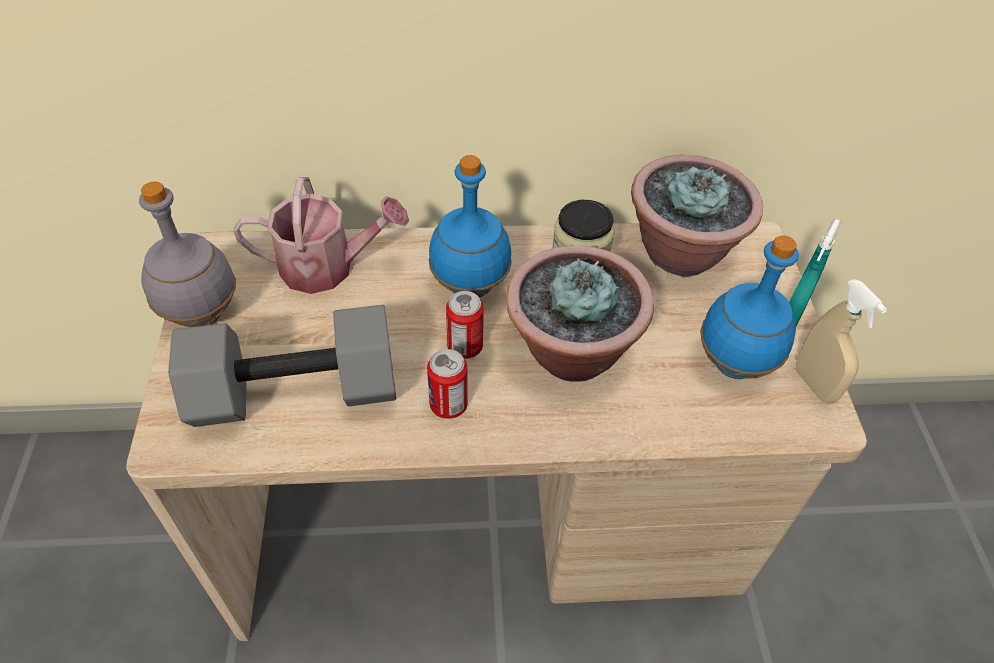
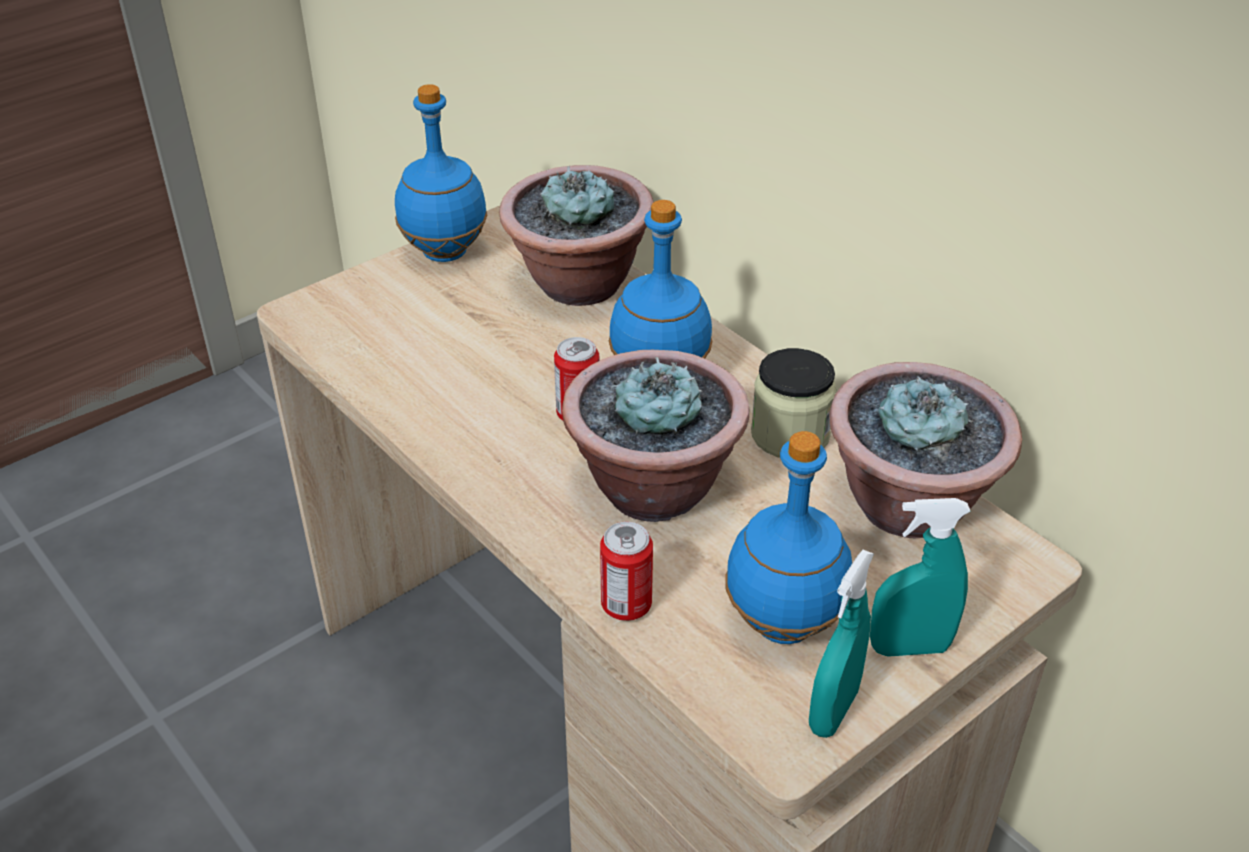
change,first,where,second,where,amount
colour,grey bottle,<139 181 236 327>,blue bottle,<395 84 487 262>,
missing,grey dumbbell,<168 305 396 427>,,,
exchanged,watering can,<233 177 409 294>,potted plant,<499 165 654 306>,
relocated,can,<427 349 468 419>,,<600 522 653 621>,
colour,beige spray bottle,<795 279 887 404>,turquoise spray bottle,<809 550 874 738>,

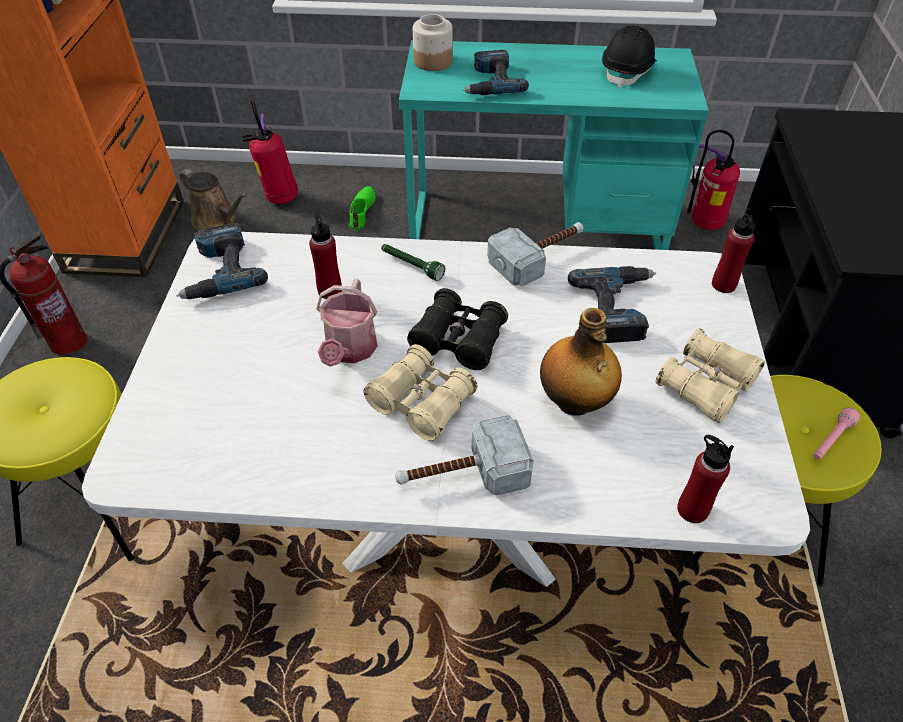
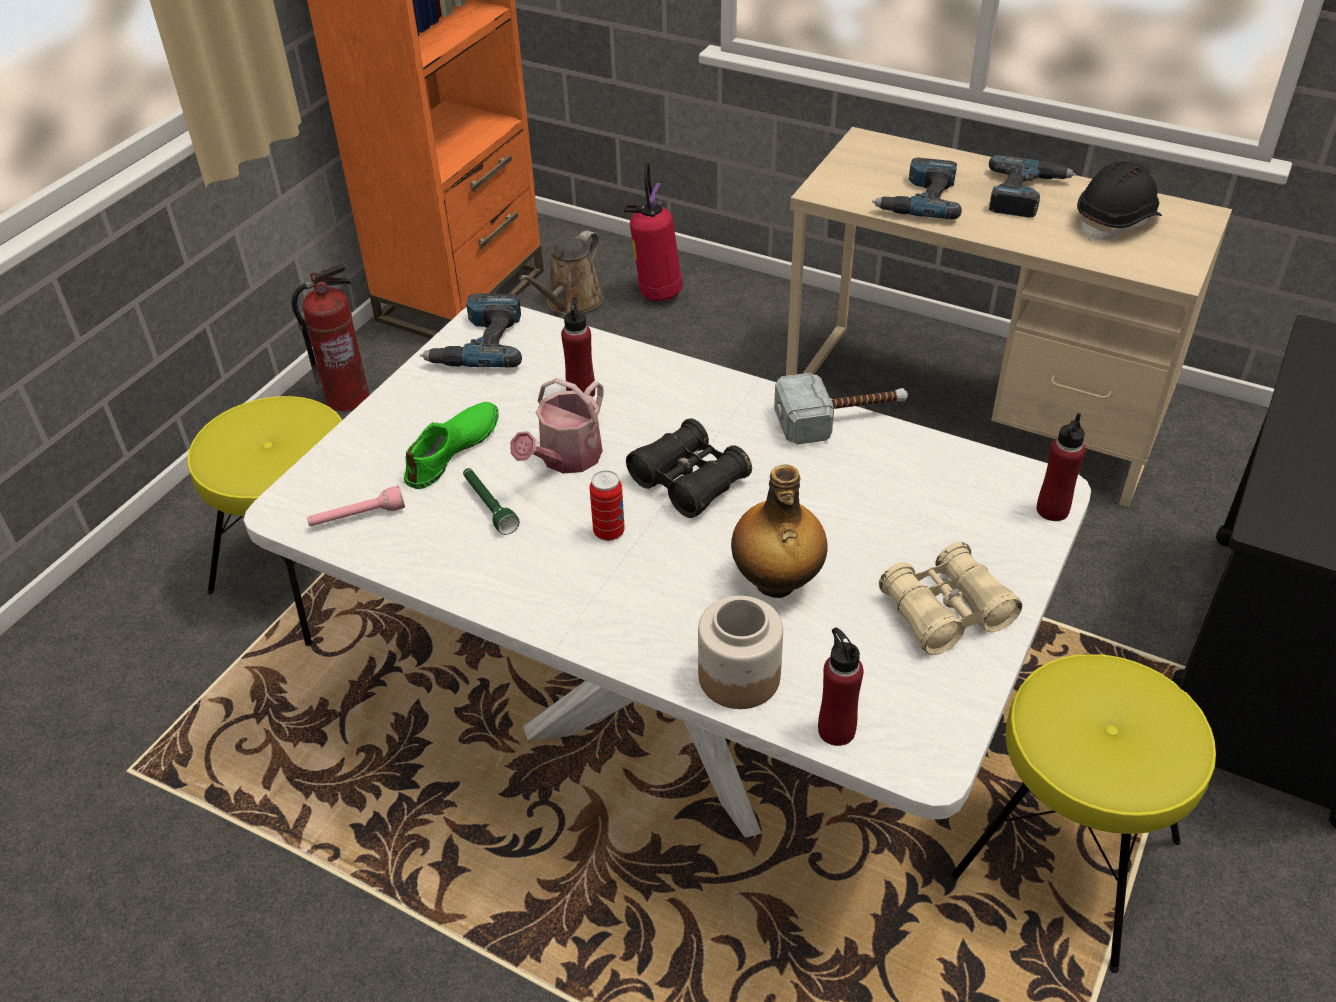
change,first,where,second,where,amount
spun,brown watering can,<179 169 247 231>,,<519 231 604 315>,60 degrees clockwise
relocated,green shoe,<349 186 376 230>,,<404 402 499 489>,
exchanged,beige binoculars,<363 344 478 441>,can,<590 470 625 541>,
relocated,green flashlight,<381 244 445 281>,,<463 468 520 535>,
missing,hammer,<395 415 534 496>,,,
colour,turquoise desk,<399 40 709 250>,beige desk,<786 127 1232 507>,
relocated,jar,<413 14 453 71>,,<698 596 783 709>,
relocated,power drill,<568 266 656 343>,,<989 155 1076 218>,
missing,fire extinguisher,<687 129 740 230>,,,
relocated,pink flashlight,<813 407 860 460>,,<307 486 405 526>,

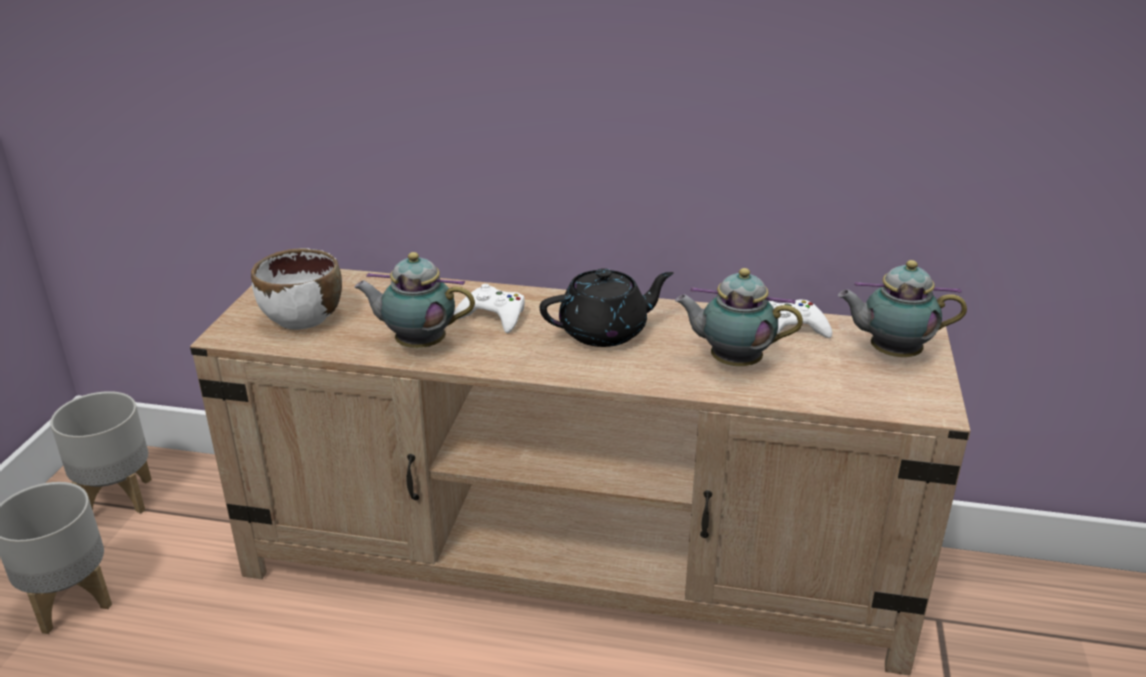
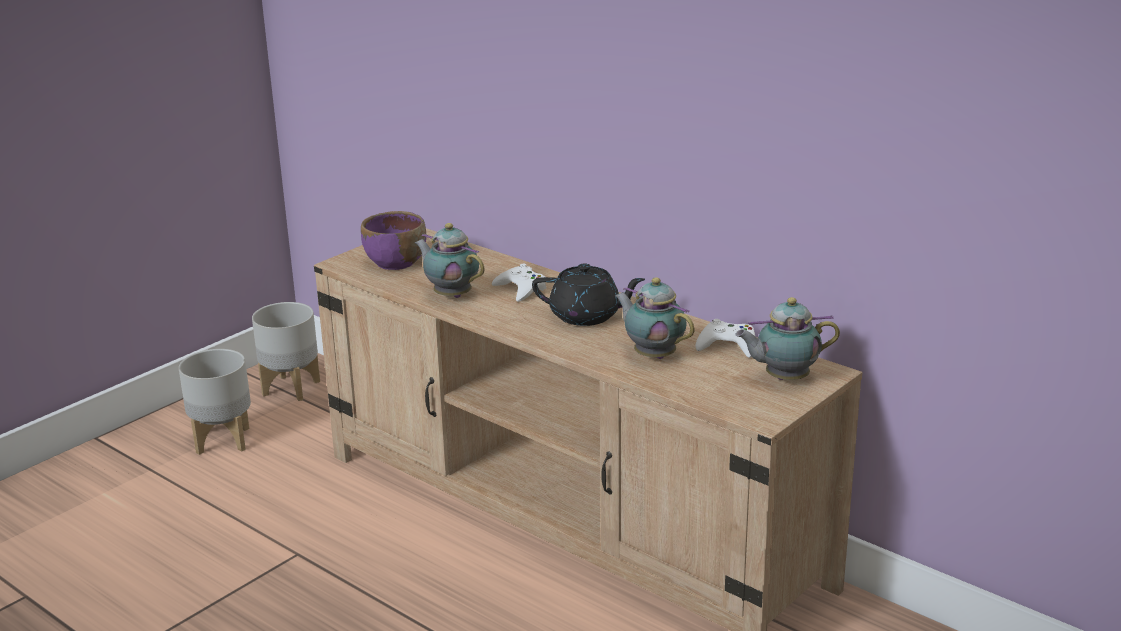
change,first,where,second,where,amount
colour,white bowl,<251 248 342 330>,purple bowl,<361 211 427 270>,
spun,teapot,<838 260 967 357>,,<735 297 840 380>,45 degrees counterclockwise

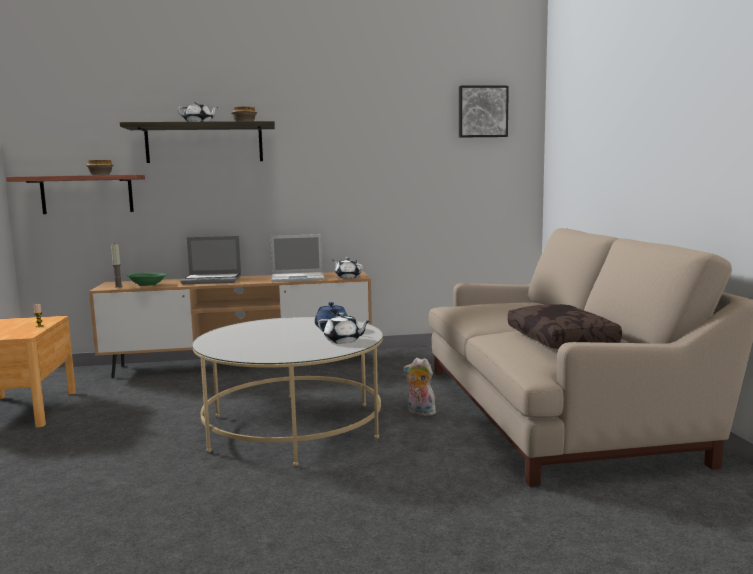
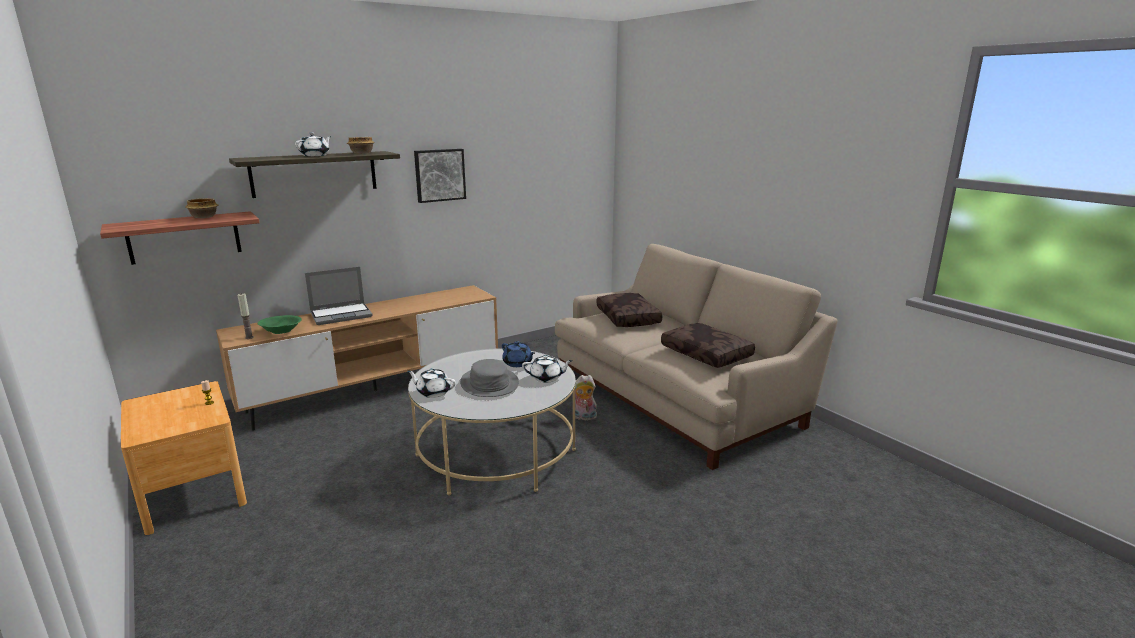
change,first,where,second,where,amount
missing,laptop,<271 234 325 282>,,,
relocated,white teapot,<333 257 363 278>,,<408 368 456 398>,
relocated,picture,<459 86 509 138>,,<414 149 466 203>,
appeared,,,grey hat,<460 359 519 397>,
appeared,,,brown pillow,<597 293 662 327>,

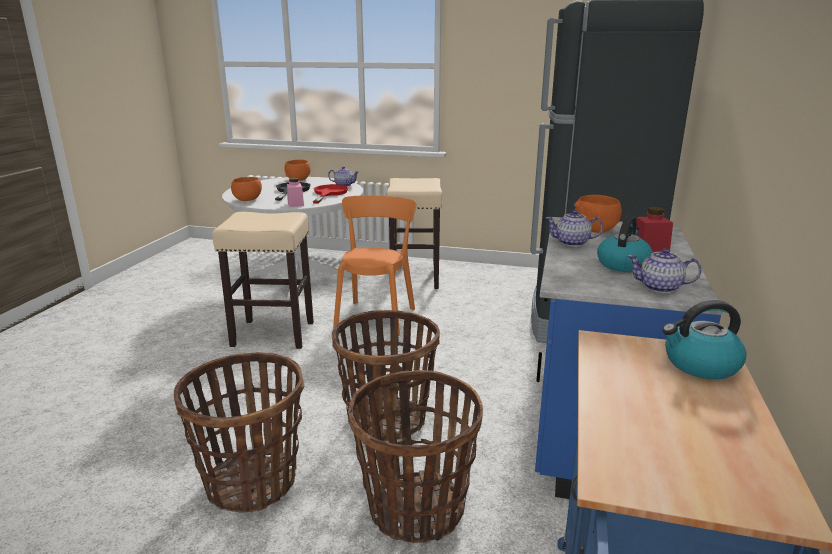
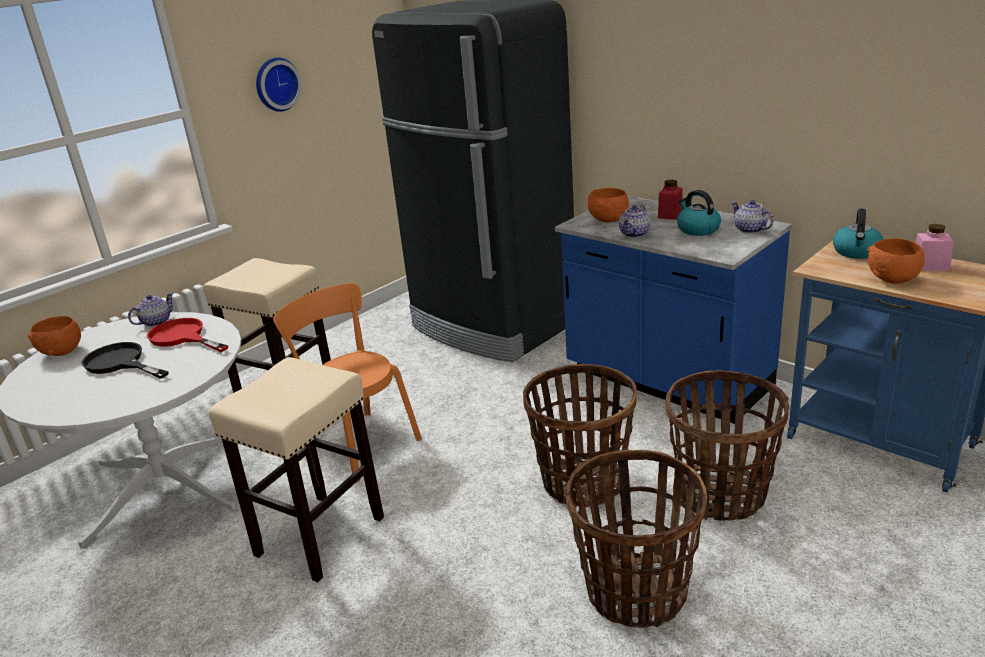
change,first,where,second,where,amount
relocated,orange bowl,<231 177 262 201>,,<867 238 925 284>,
relocated,pink jar,<287 178 304 207>,,<915 224 954 271>,
spun,teapot,<628 248 702 293>,,<731 200 774 234>,105 degrees clockwise
appeared,,,wall clock,<256 58 302 112>,

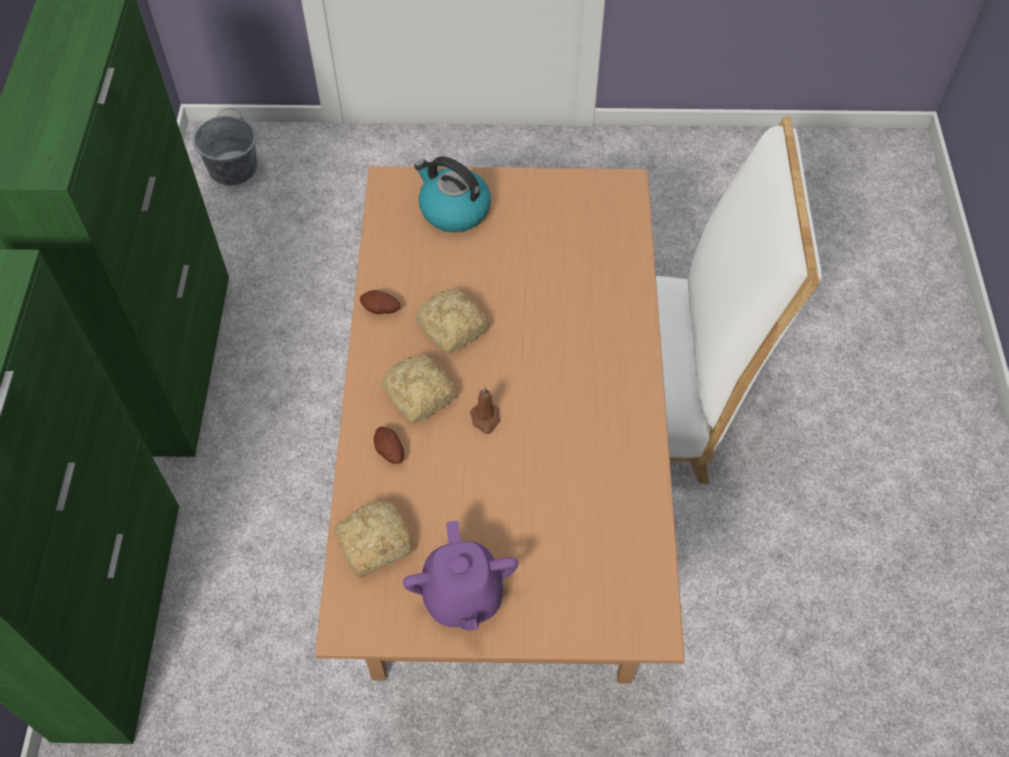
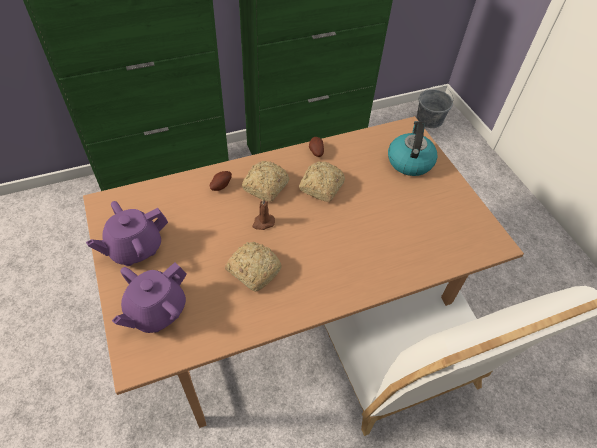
change,first,where,second,where,amount
relocated,bread,<334 501 414 578>,,<225 242 282 292>,
appeared,,,purple teapot,<112 262 187 333>,

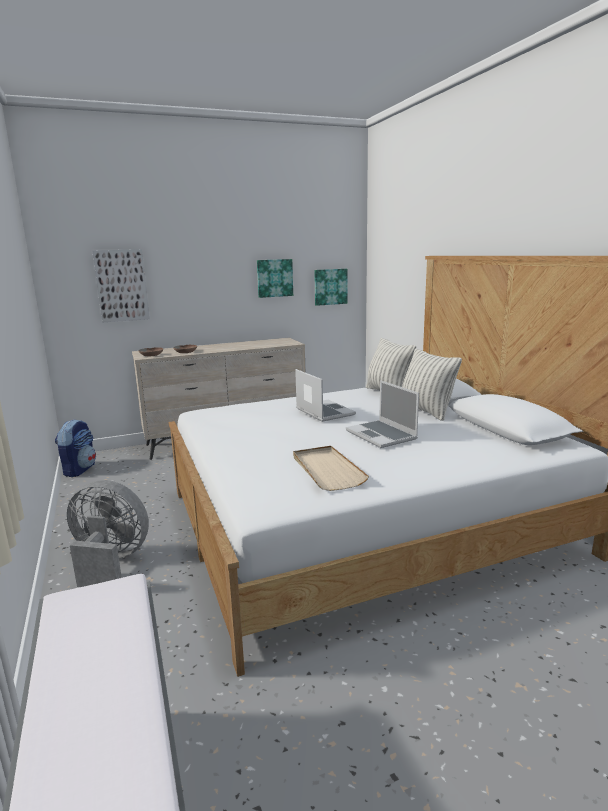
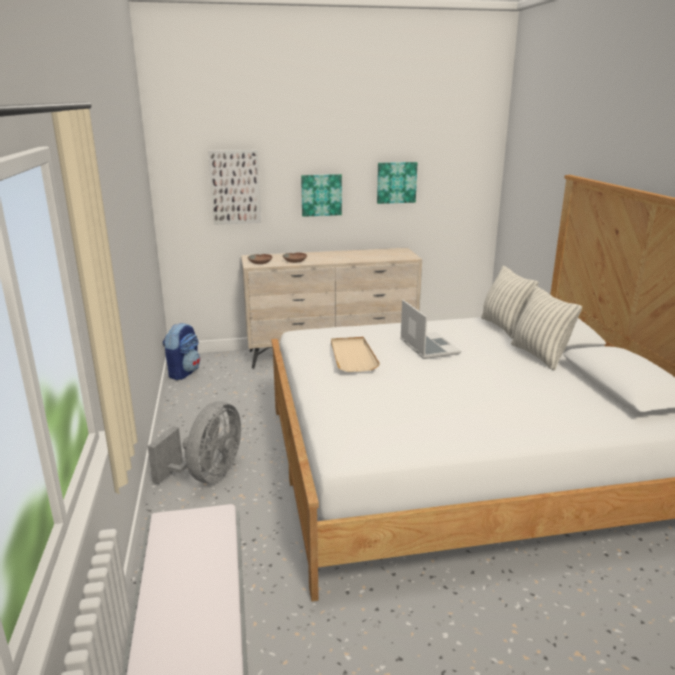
change,first,where,second,where,amount
spun,grey fan,<67 480 149 587>,,<147 401 241 484>,90 degrees clockwise
relocated,beige tray,<293 446 369 491>,,<331 337 380 372>,
relocated,picture,<314 269 348 306>,,<301 174 342 217>,
missing,laptop,<346 380 419 448>,,,

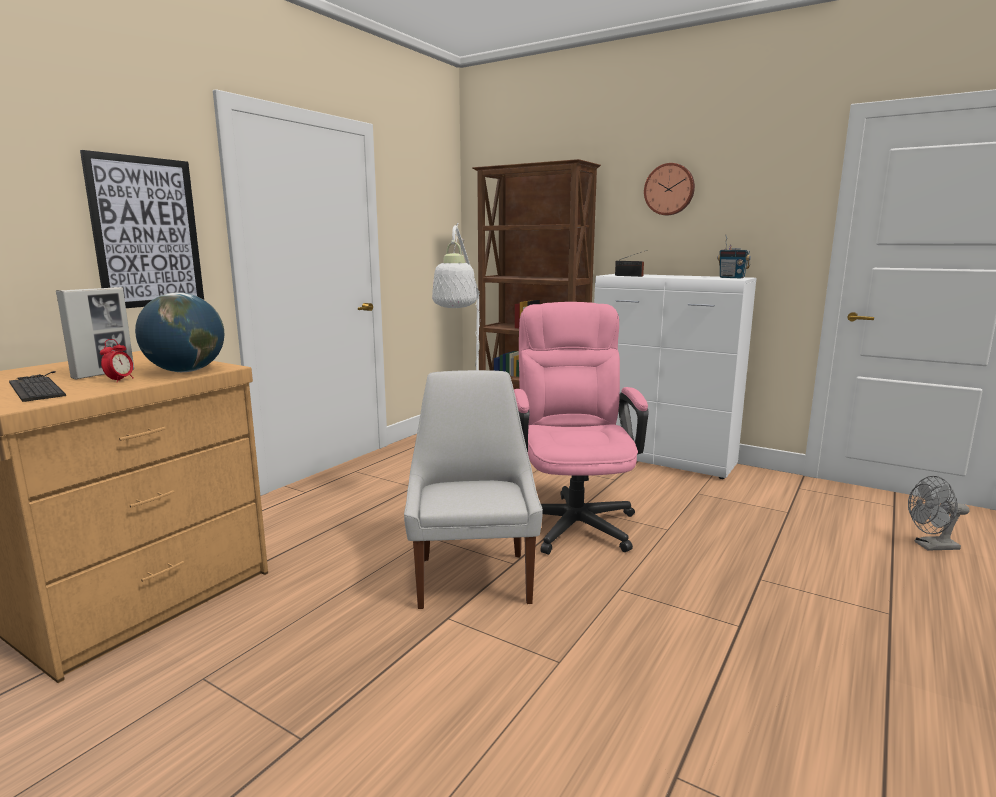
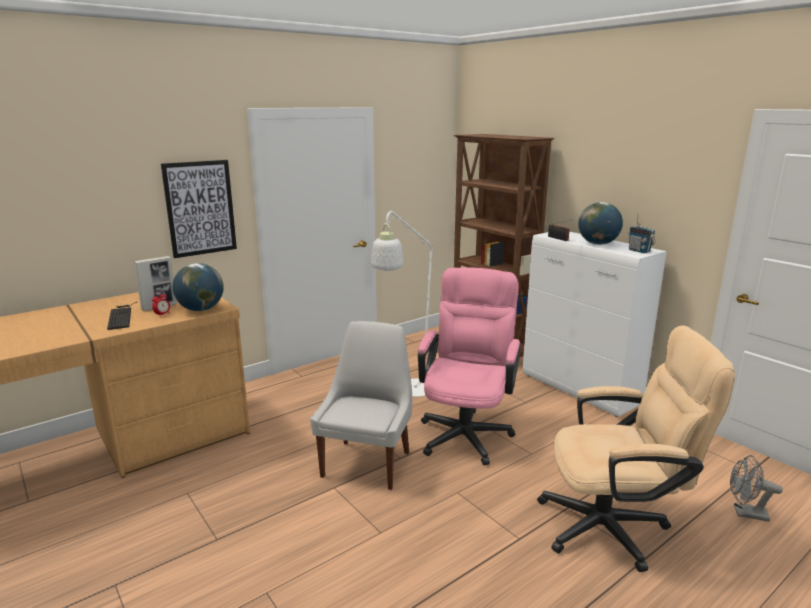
change,first,where,second,where,amount
missing,wall clock,<644 163 695 215>,,,
appeared,,,beige office chair,<537 326 735 572>,
appeared,,,globe,<578 202 623 245>,

